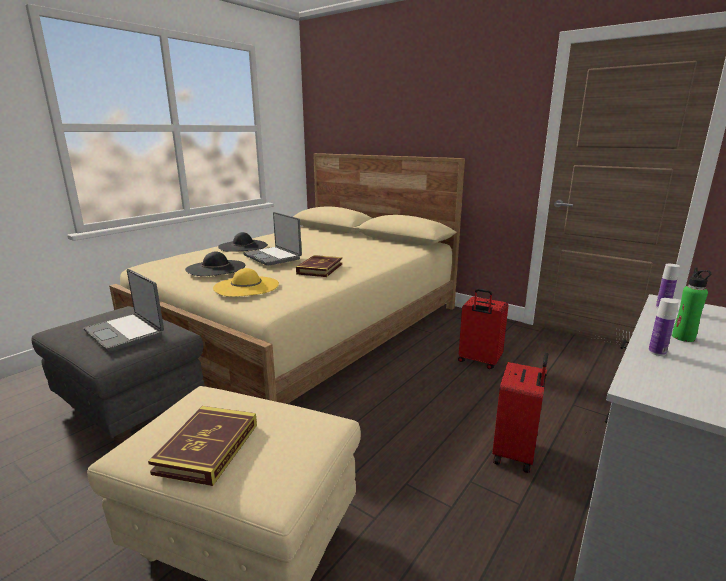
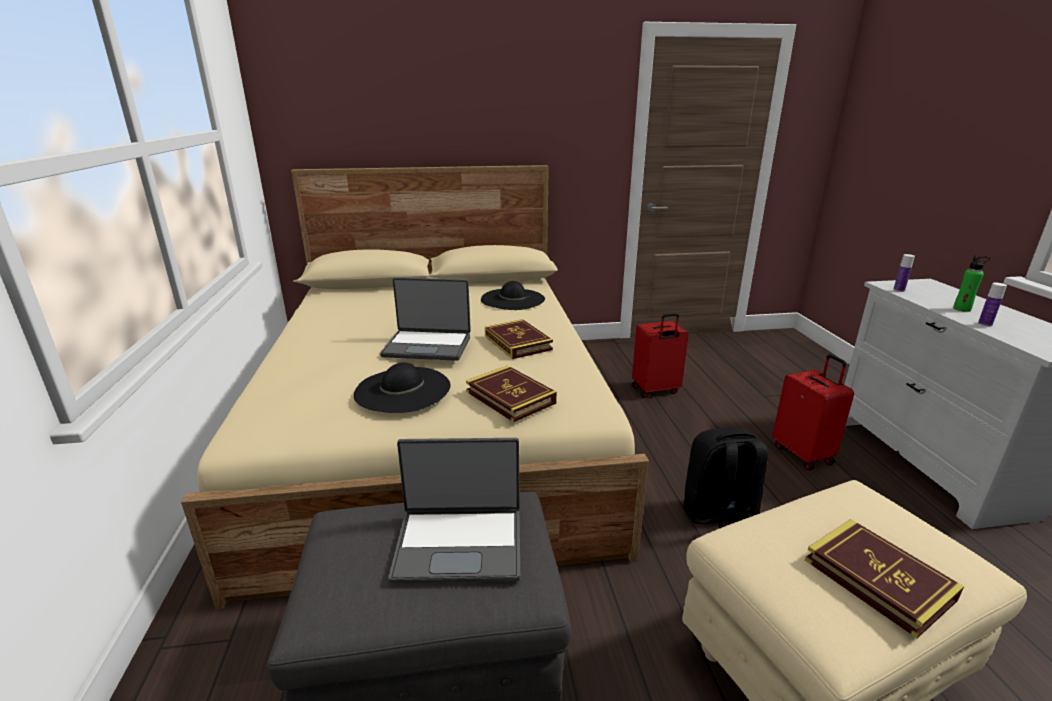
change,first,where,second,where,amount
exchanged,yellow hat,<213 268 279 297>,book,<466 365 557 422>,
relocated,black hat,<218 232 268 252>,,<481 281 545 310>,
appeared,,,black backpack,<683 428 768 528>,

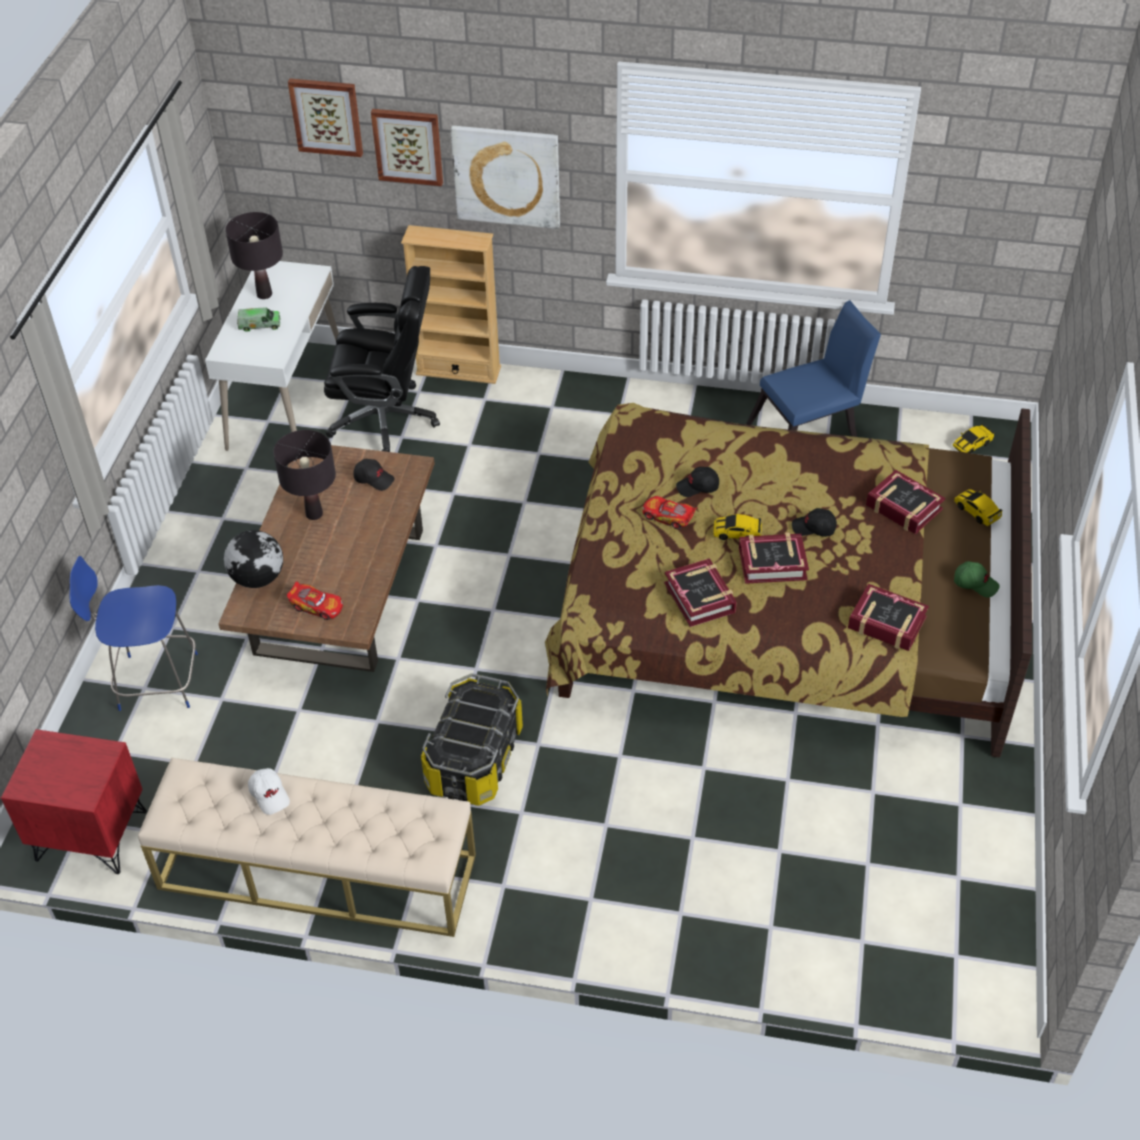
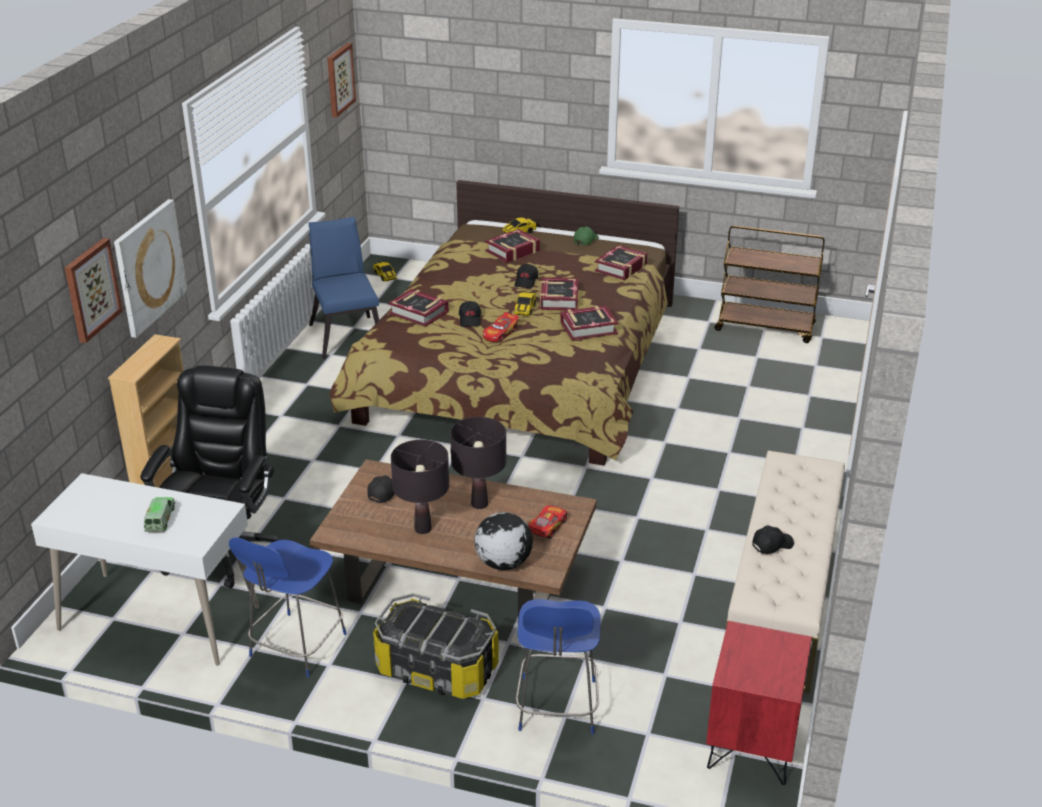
change,first,where,second,where,amount
relocated,black table lamp,<225 212 283 299>,,<450 417 506 509>,
colour,white cap,<248 768 290 815>,black cap,<752 526 794 554>,
relocated,picture,<288 78 363 157>,,<327 43 356 118>,
relocated,storage box,<421 673 523 806>,,<373 593 499 699>,
appeared,,,blue stool,<229 537 346 678>,
appeared,,,book,<388 289 449 327>,
appeared,,,brown cart,<715 226 825 343>,

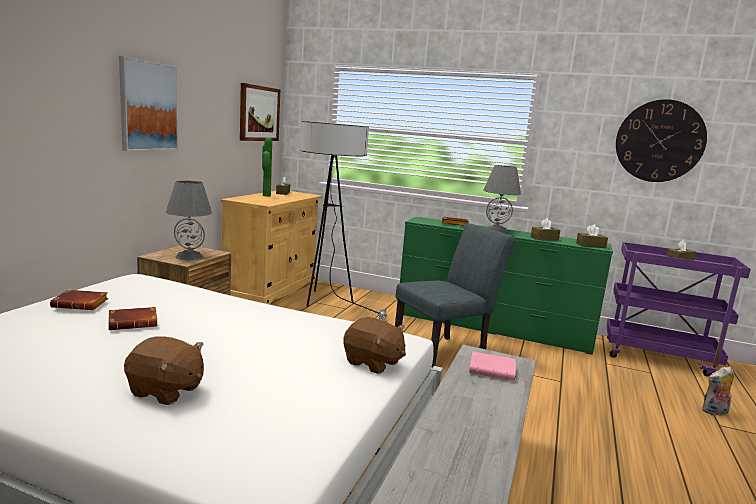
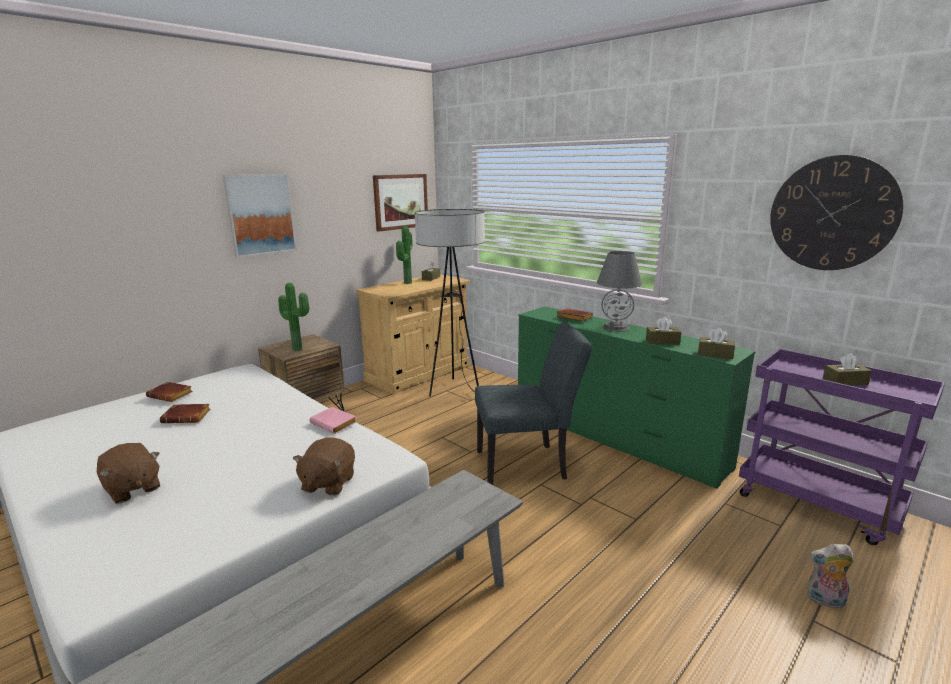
change,first,where,second,where,amount
exchanged,grey table lamp,<166 180 212 260>,potted plant,<278 283 309 351>,
spun,brown plush toy,<343 317 406 374>,,<293 437 355 496>,45 degrees clockwise
relocated,pink book,<469 352 516 381>,,<310 407 357 434>,

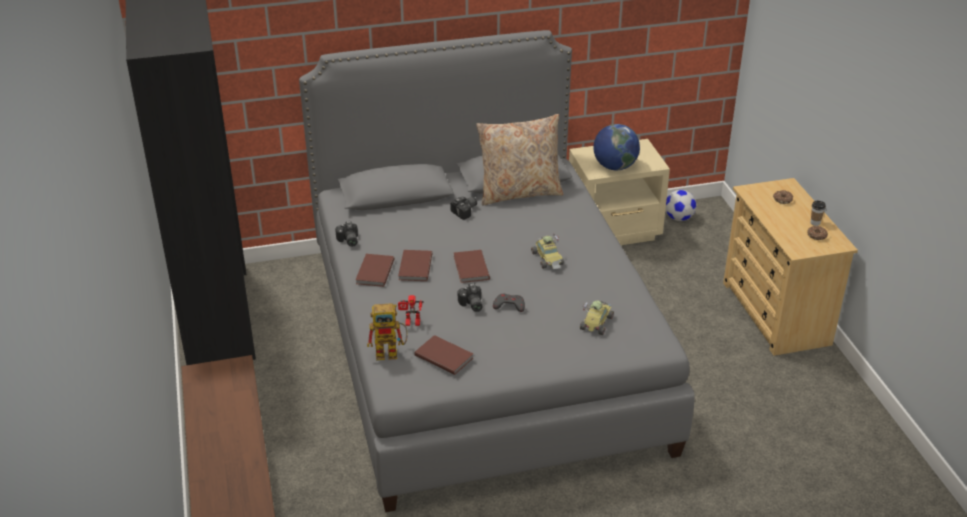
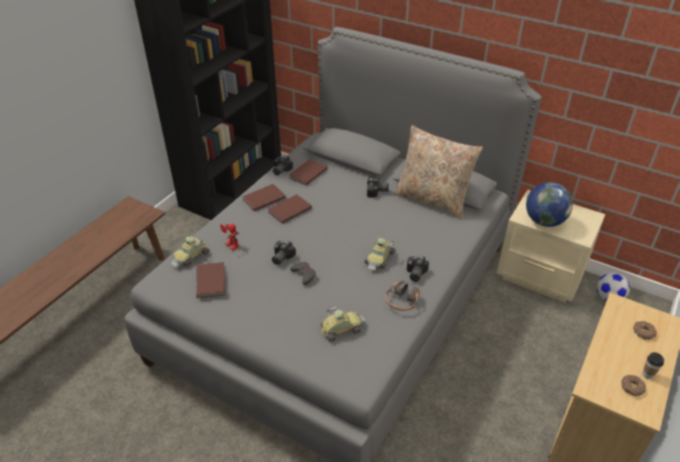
change,first,where,second,where,amount
exchanged,toy robot,<367 303 408 360>,toy car,<172 235 209 267>,
relocated,brown book,<454 250 490 283>,,<289 159 327 186>,
appeared,,,headphones,<385 280 420 311>,
appeared,,,photo camera,<407 256 429 282>,

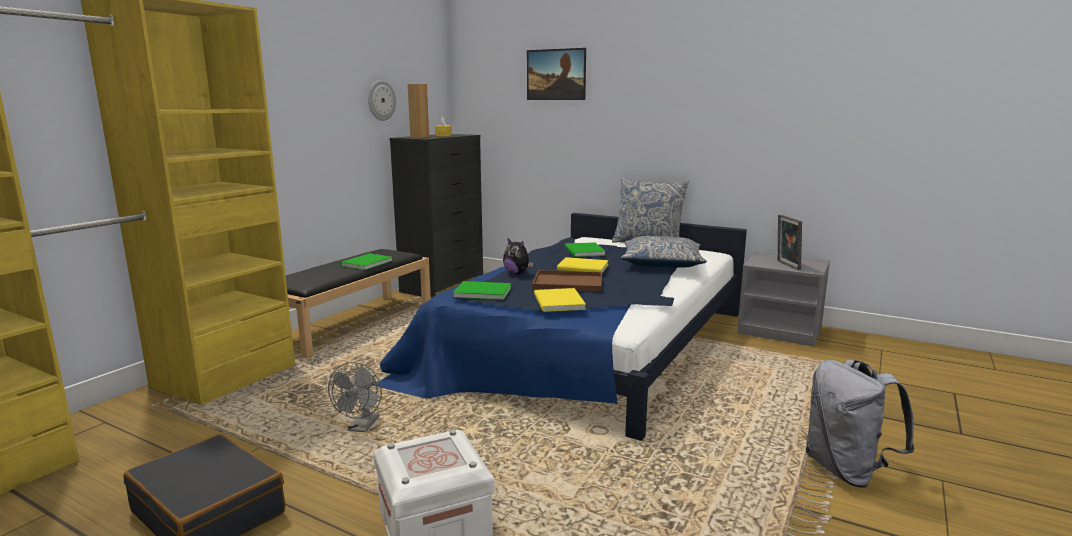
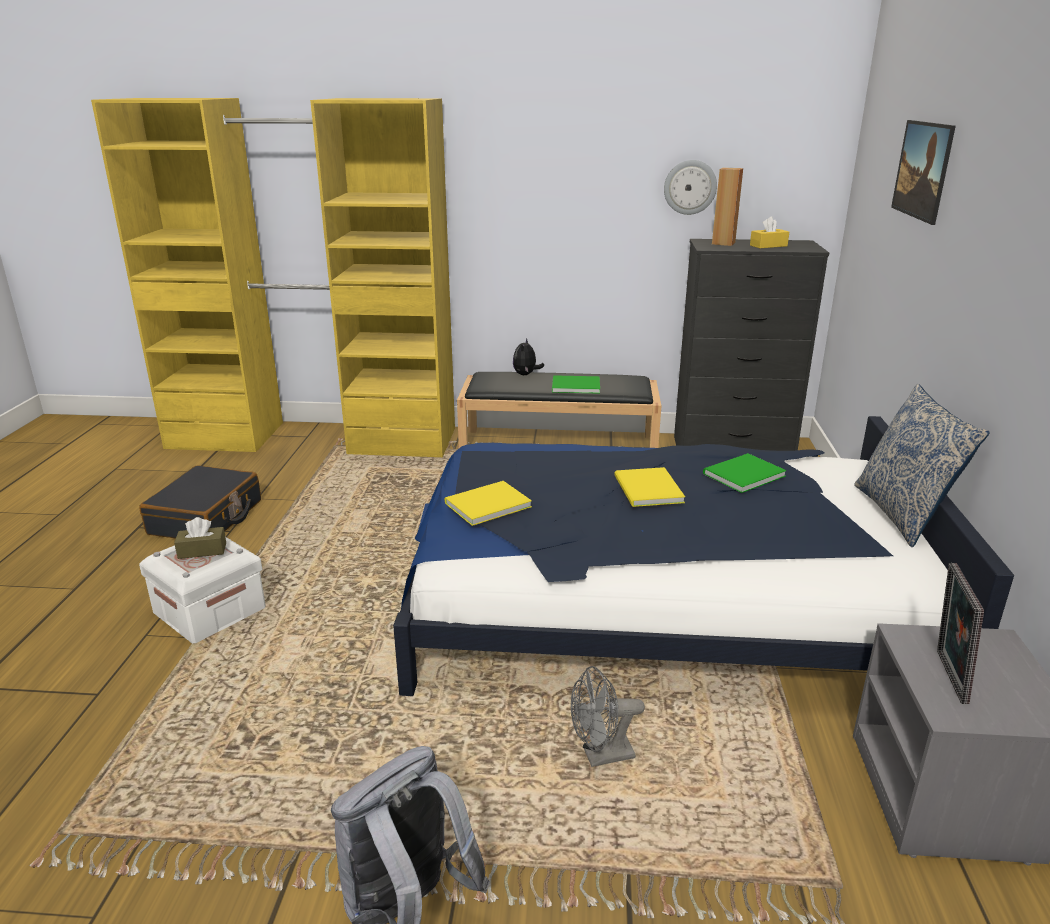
change,first,where,second,where,amount
relocated,grey fan,<328 362 382 433>,,<571 666 645 767>,
missing,green book,<453 281 512 300>,,,
relocated,plush toy,<503 239 534 274>,,<513 338 544 375>,
missing,brown tray,<532 270 602 291>,,,
missing,pillow,<621 236 707 268>,,,
spun,picture frame,<778 215 802 270>,,<937 563 984 704>,45 degrees counterclockwise
appeared,,,brown tissue box,<174 517 226 559>,

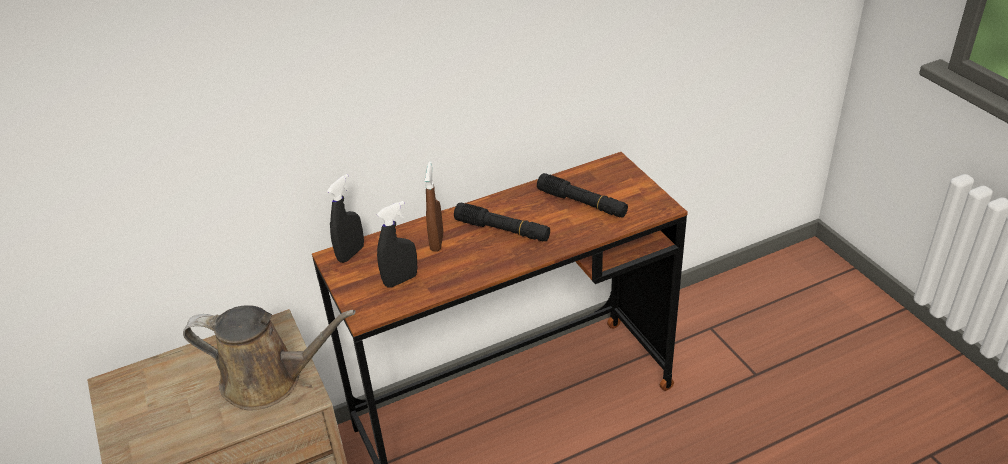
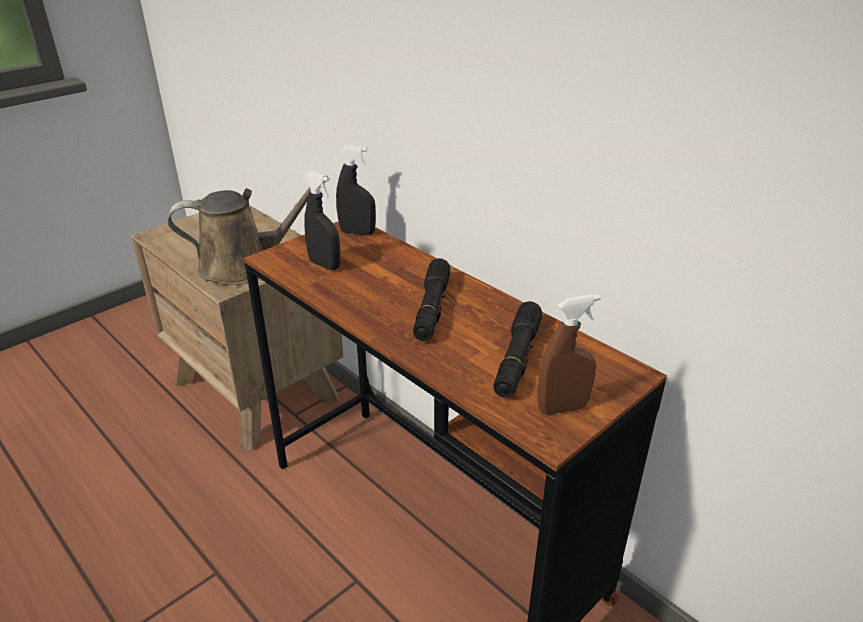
change,first,where,second,where,amount
spun,brown watering can,<183 305 356 410>,,<167 175 328 285>,90 degrees counterclockwise
relocated,brown spray bottle,<425 161 443 252>,,<537 294 601 415>,

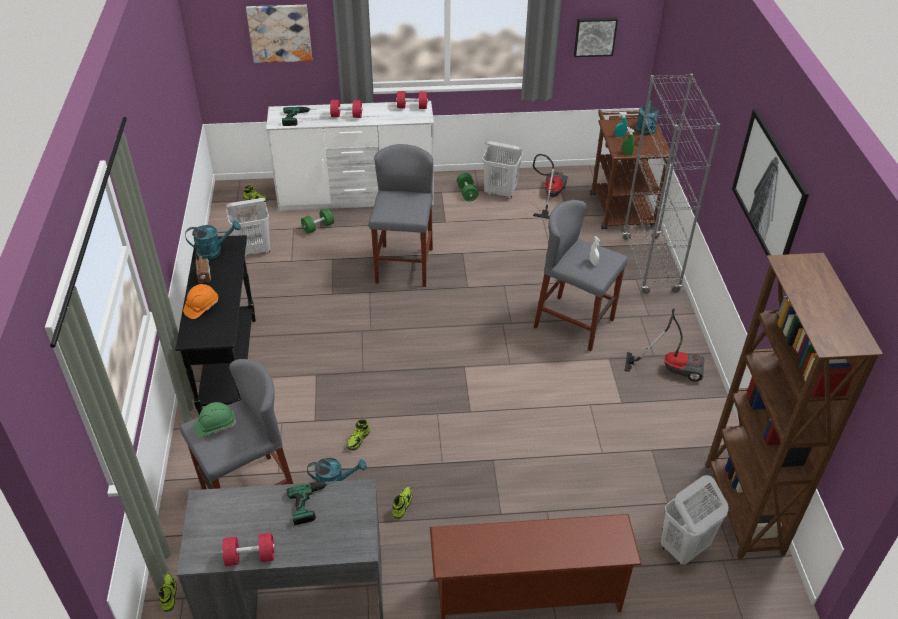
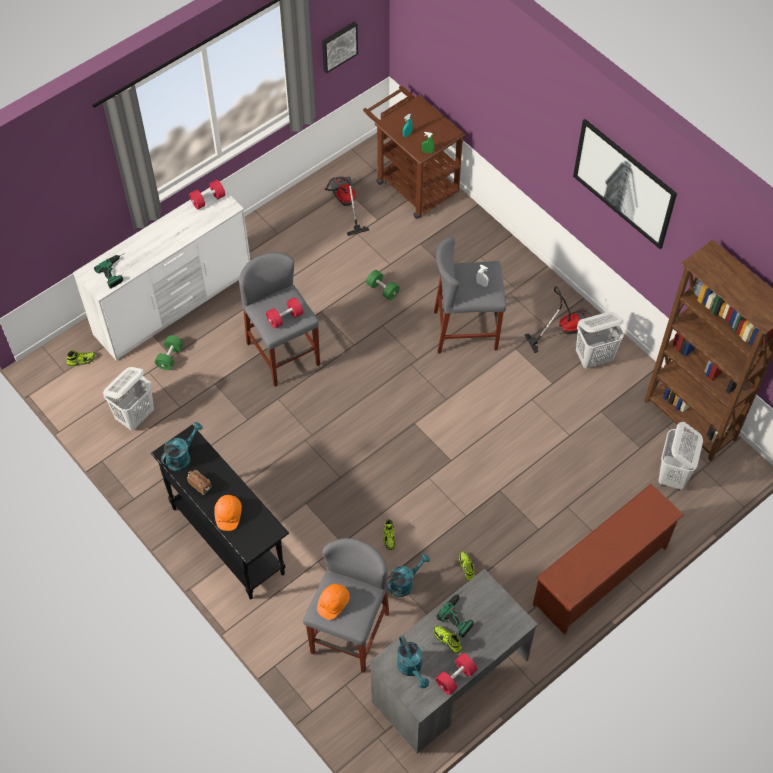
change,first,where,second,where,amount
relocated,shoe,<158 573 177 612>,,<433 625 462 654>,
colour,green hard hat,<195 402 236 437>,orange hard hat,<317 584 350 620>,
missing,picture,<246 5 312 63>,,,
relocated,red dumbbell,<330 100 363 118>,,<266 297 303 328>,
relocated,green dumbbell,<457 173 478 201>,,<366 270 400 300>,
relocated,white laundry basket,<482 141 523 199>,,<576 312 624 369>,
missing,grey bookcase,<622 74 720 294>,,,
relocated,turquoise watering can,<636 100 659 135>,,<397 636 429 688>,

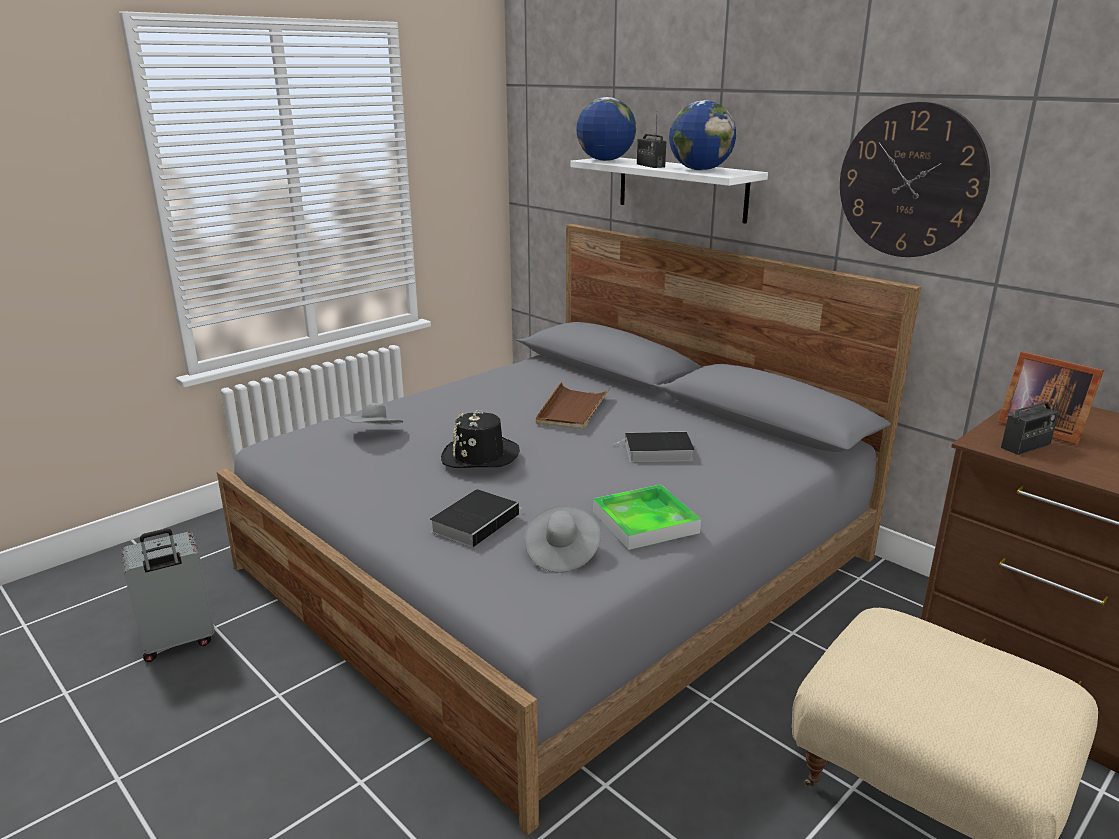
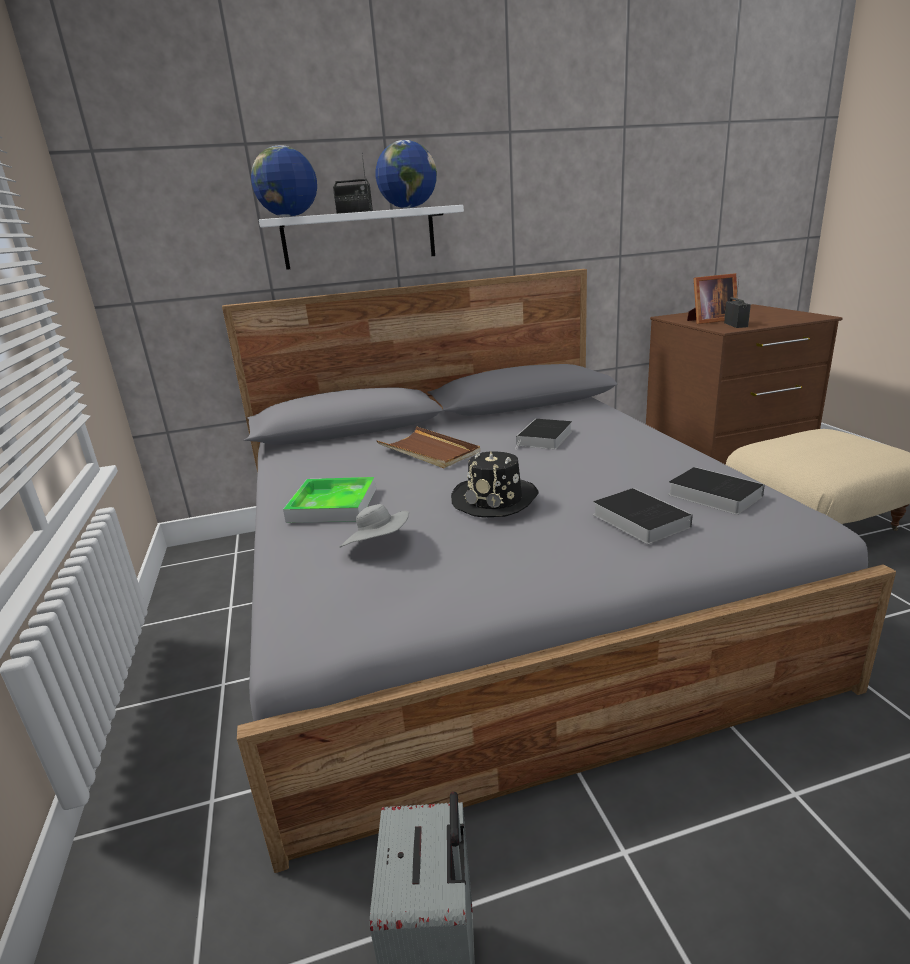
change,first,where,second,where,amount
exchanged,grey hat,<524 505 601 572>,book,<668 467 765 515>,
relocated,tray,<593 484 701 550>,,<283 477 376 523>,
missing,wall clock,<840 102 990 257>,,,

